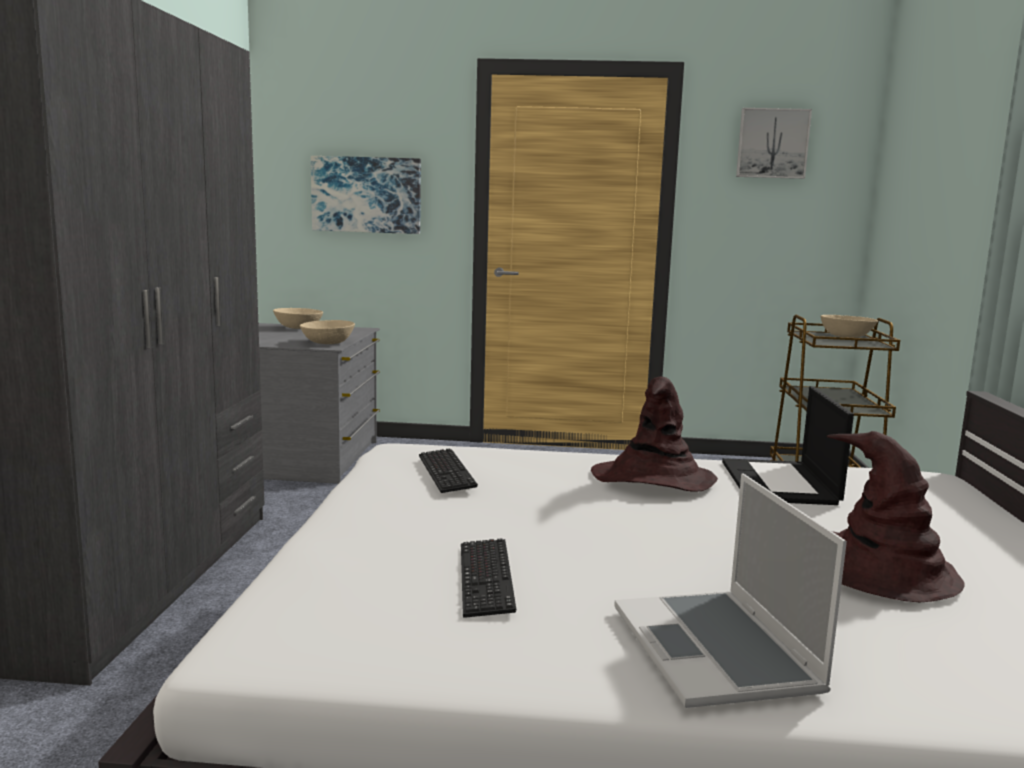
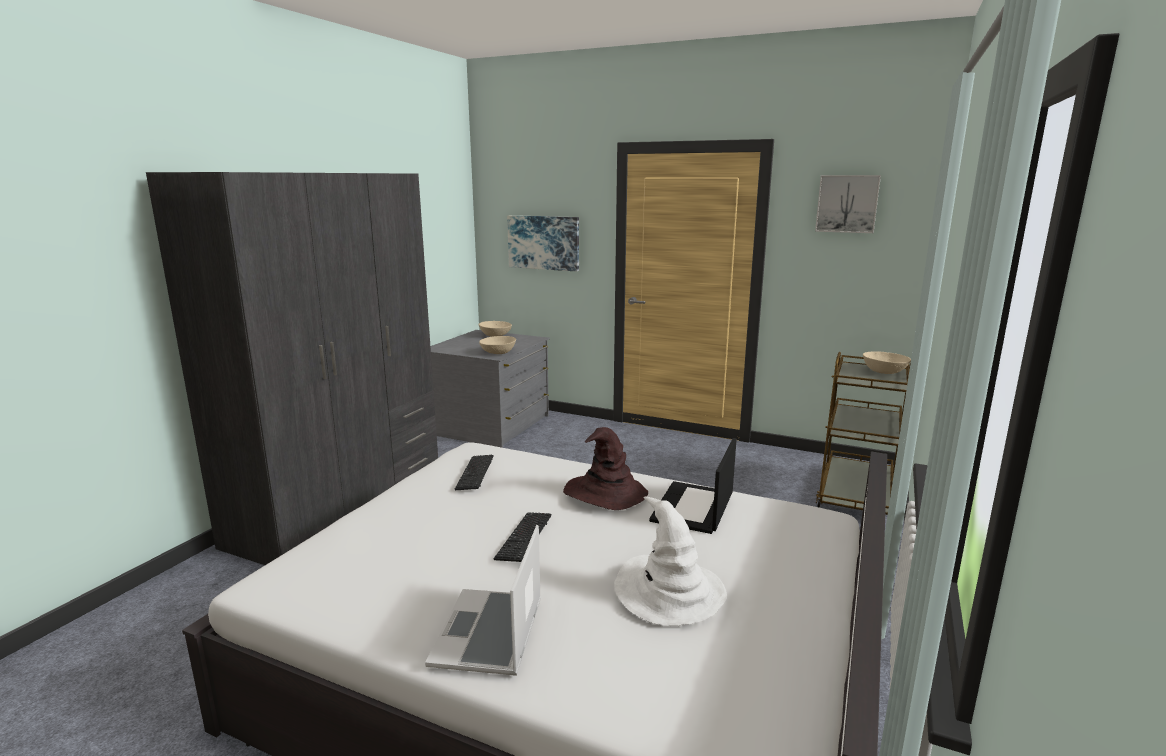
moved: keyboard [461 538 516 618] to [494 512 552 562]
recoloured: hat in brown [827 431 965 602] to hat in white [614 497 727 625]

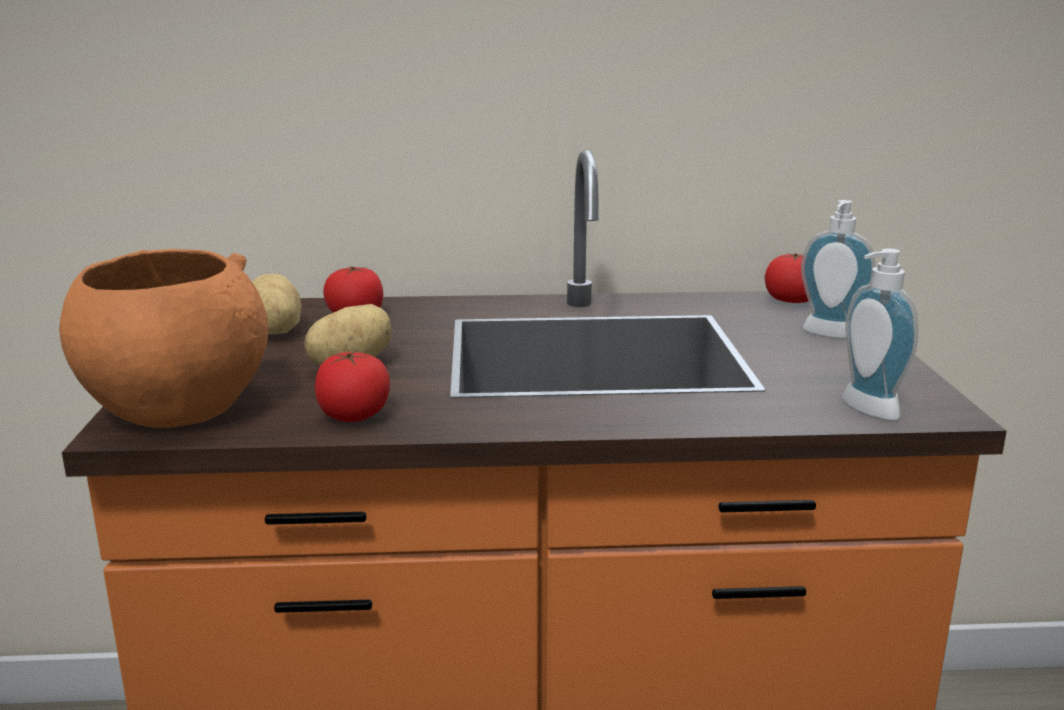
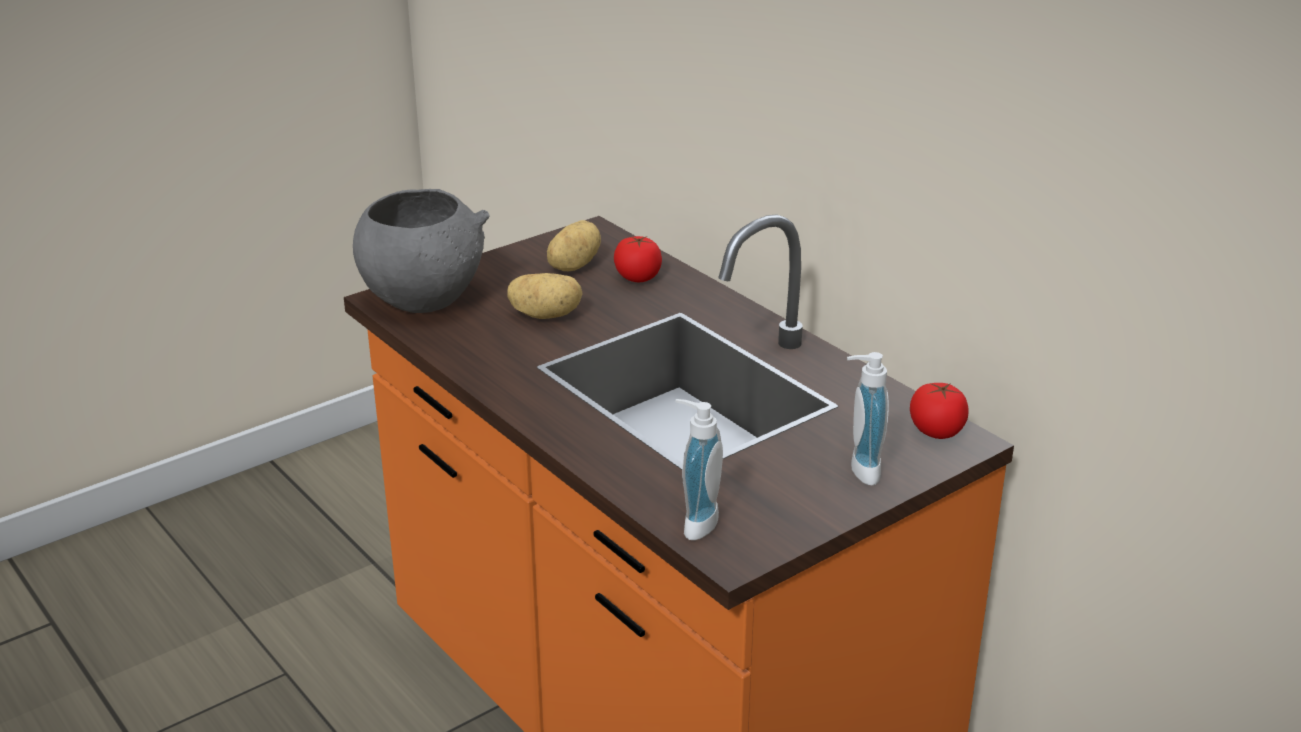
removed: tomato [315 350 390 422]
recoloured: bowl in orange [59 249 268 428] to bowl in grey [353 189 490 313]

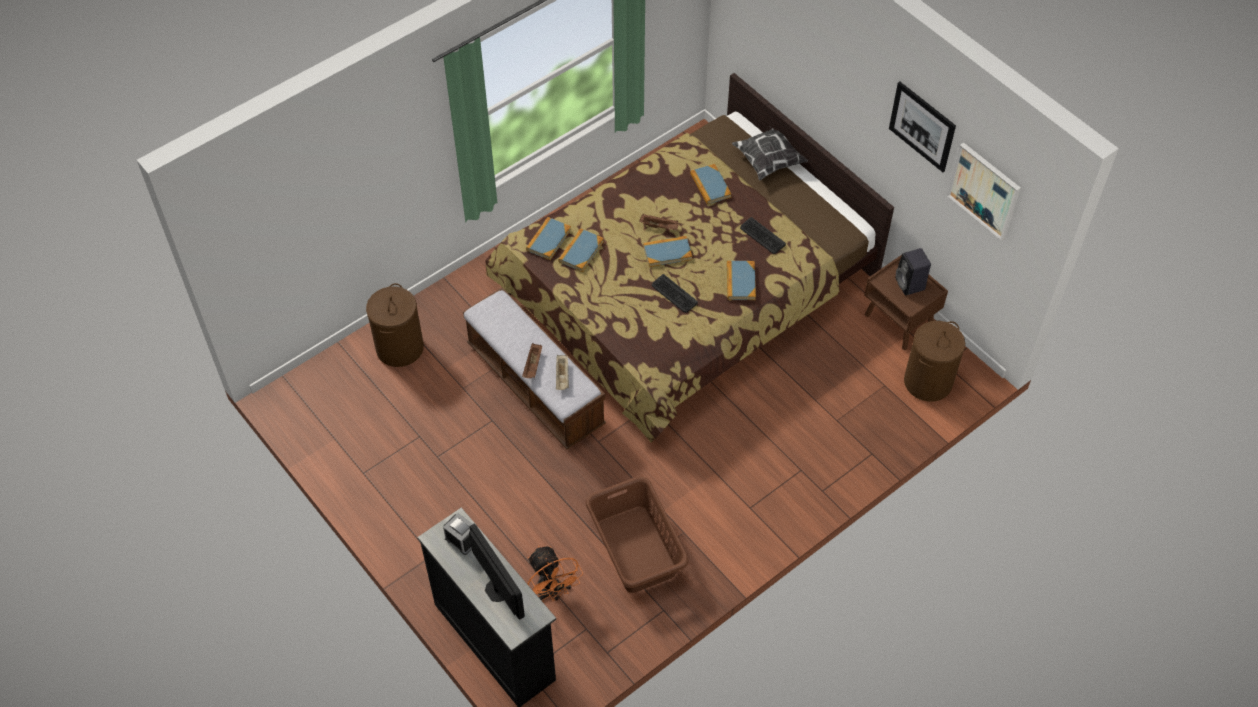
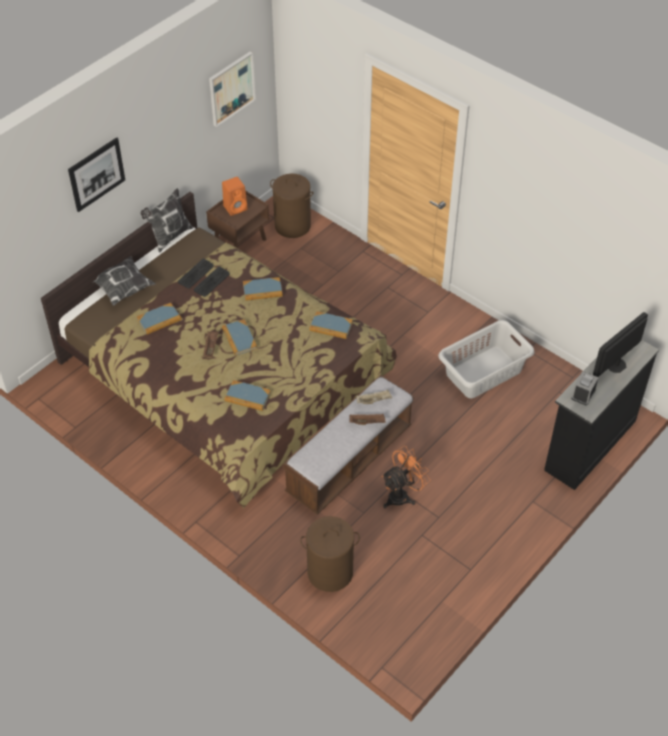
added: pillow [141 188 193 253]
moved: book [526 217 571 260] to [309 311 353 339]; fan in orange [528 546 583 602] to [382 446 431 508]; keyboard [652 274 698 313] to [178 258 214 289]; picture [889 81 956 172] to [68 137 125 212]
recoloured: laundry basket in brown [585 476 689 593] to laundry basket in grey [438 320 535 398]; speaker in black [895 248 931 295] to speaker in orange [222 177 248 216]

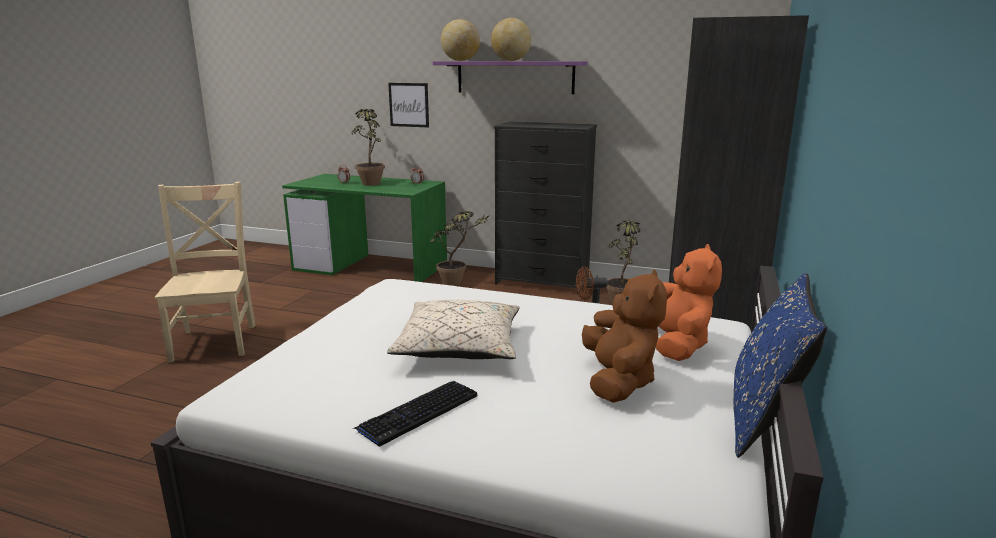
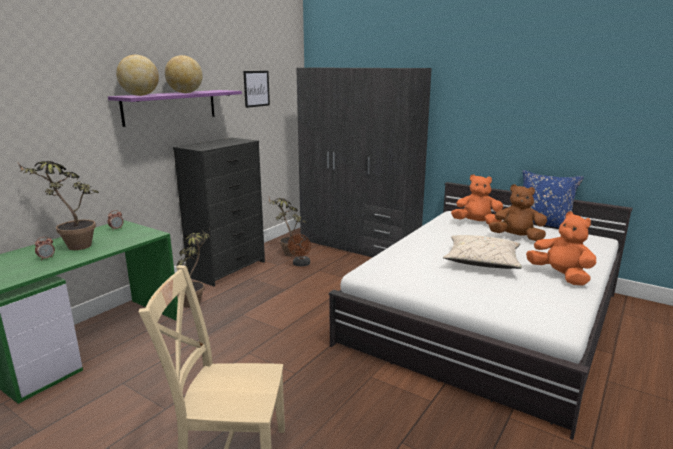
moved: picture [388 83 429 127] to [243 71 270 108]
replaced: keyboard [353 381 478 447] to plush toy in orange [526 212 596 286]

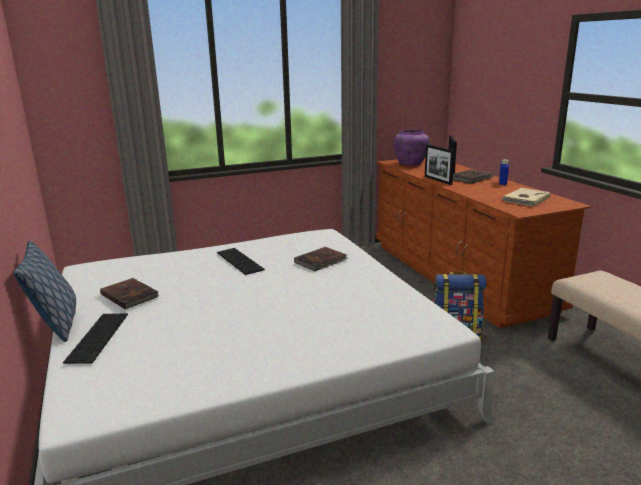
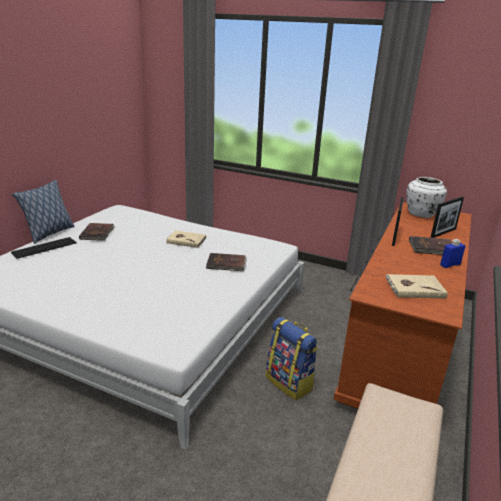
replaced: keyboard [217 248 265 275] to book in beige [166 230 207 248]
recoloured: vase in purple [394 129 429 166] to vase in white [406 177 447 218]

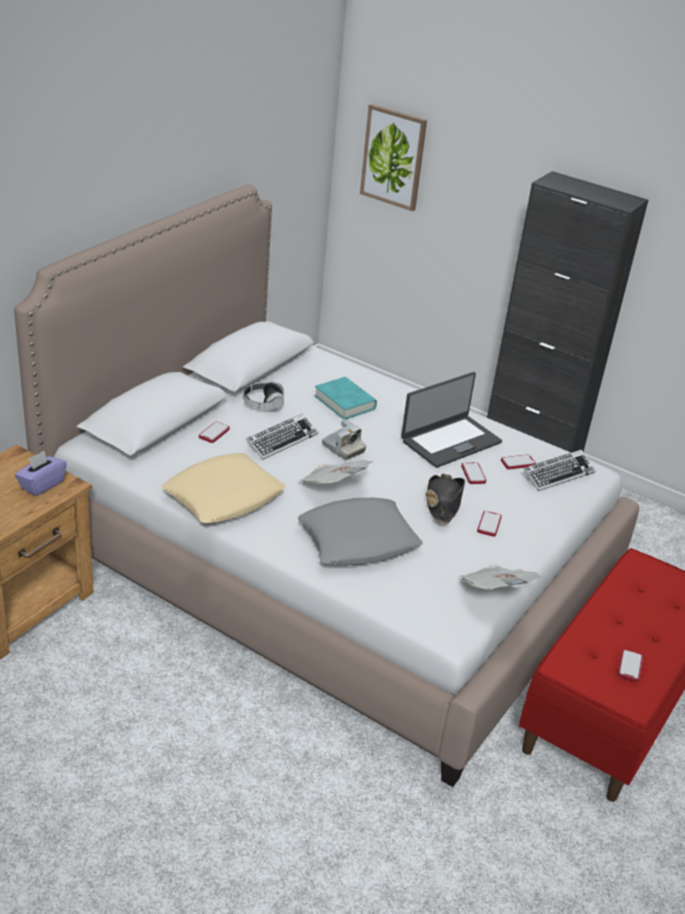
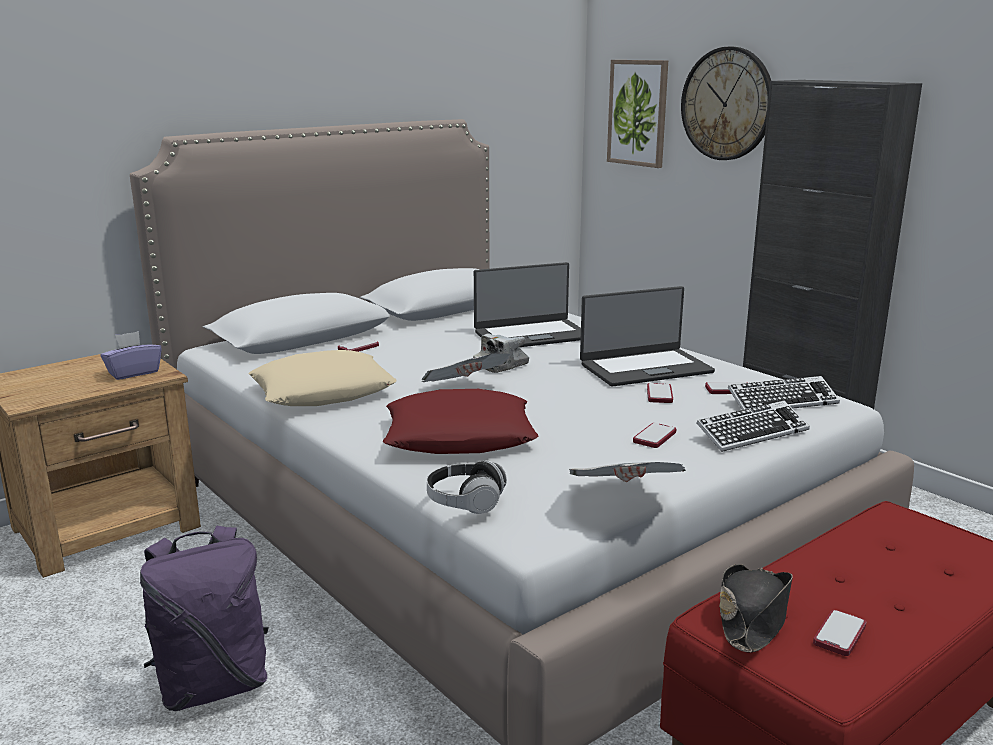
added: backpack in purple [140 526 269 711]; wall clock [681 47 771 160]
moved: headphones [243 382 284 411] to [427 460 507 514]; keyboard [246 413 319 460] to [697 400 810 452]; hat in black [426 473 465 524] to [719 564 793 653]
replaced: book in turquoise [314 377 377 420] to laptop [474 262 581 347]
recoloured: pillow in grey [298 498 423 565] to pillow in red [383 389 539 454]
turned: photo camera [322 419 366 460] = [473 334 529 373] 75 degrees clockwise

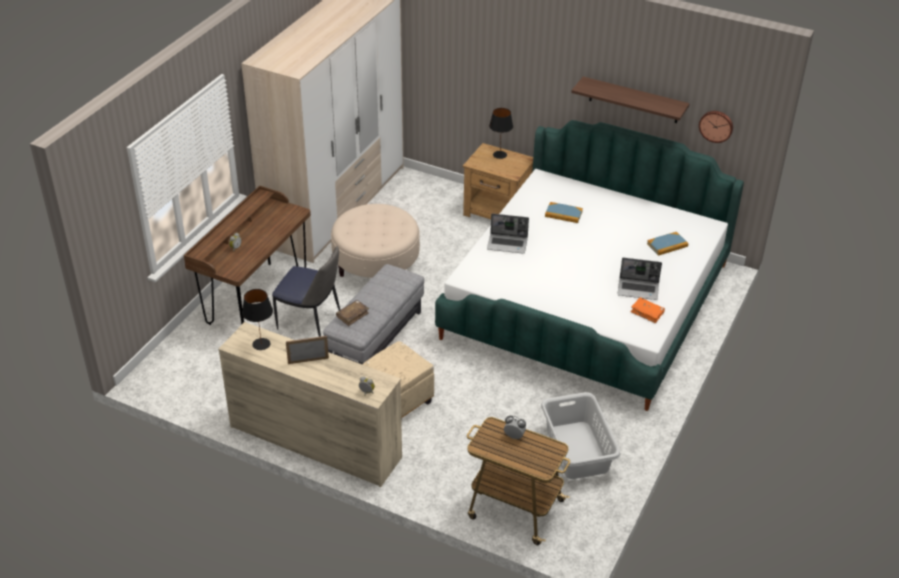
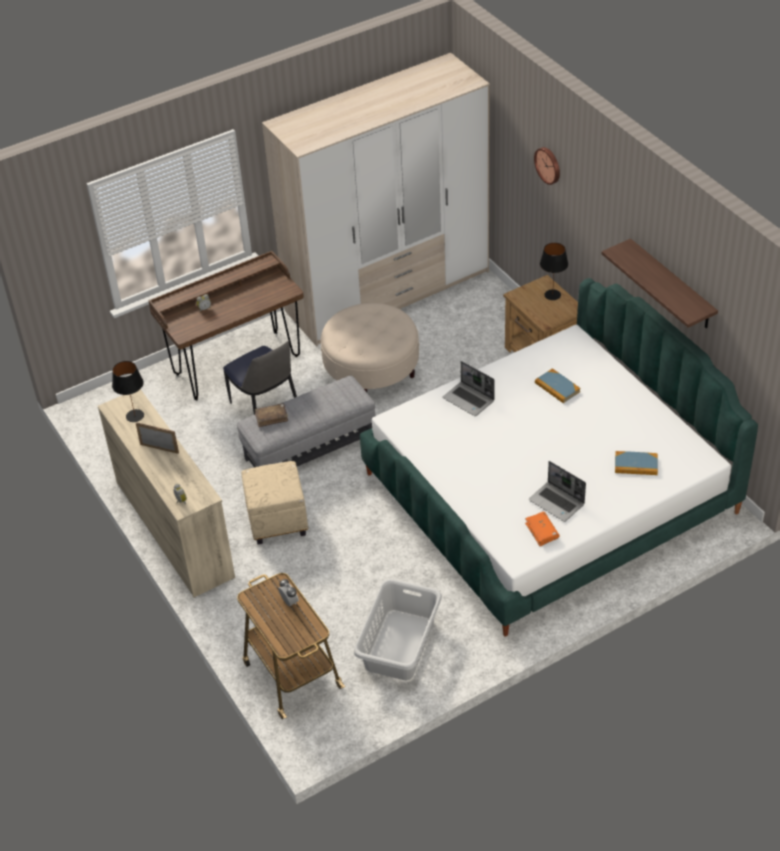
moved: wall clock [699 111 733 143] to [534 147 560 185]

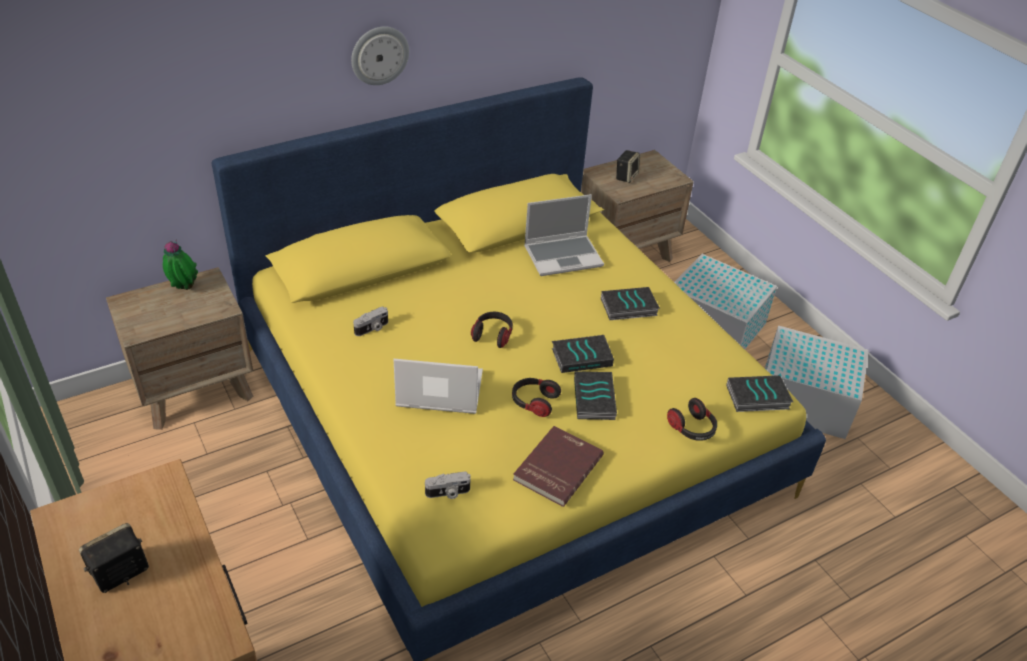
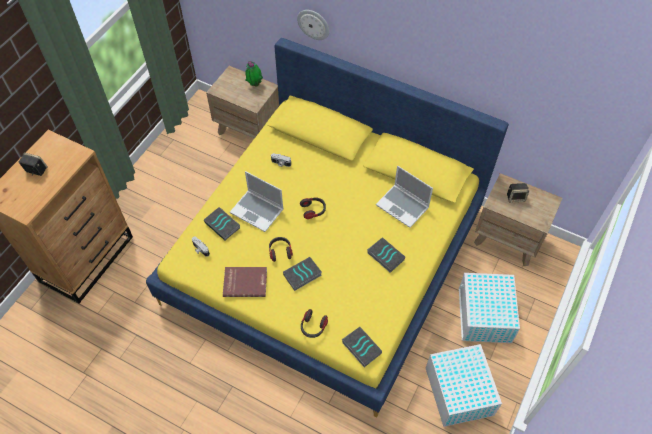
moved: wall clock [351 26 409 85] to [297 10 330 40]; book [552 335 614 373] to [204 207 240 241]
turned: laptop [393 359 483 414] = [230 171 283 232] 150 degrees clockwise

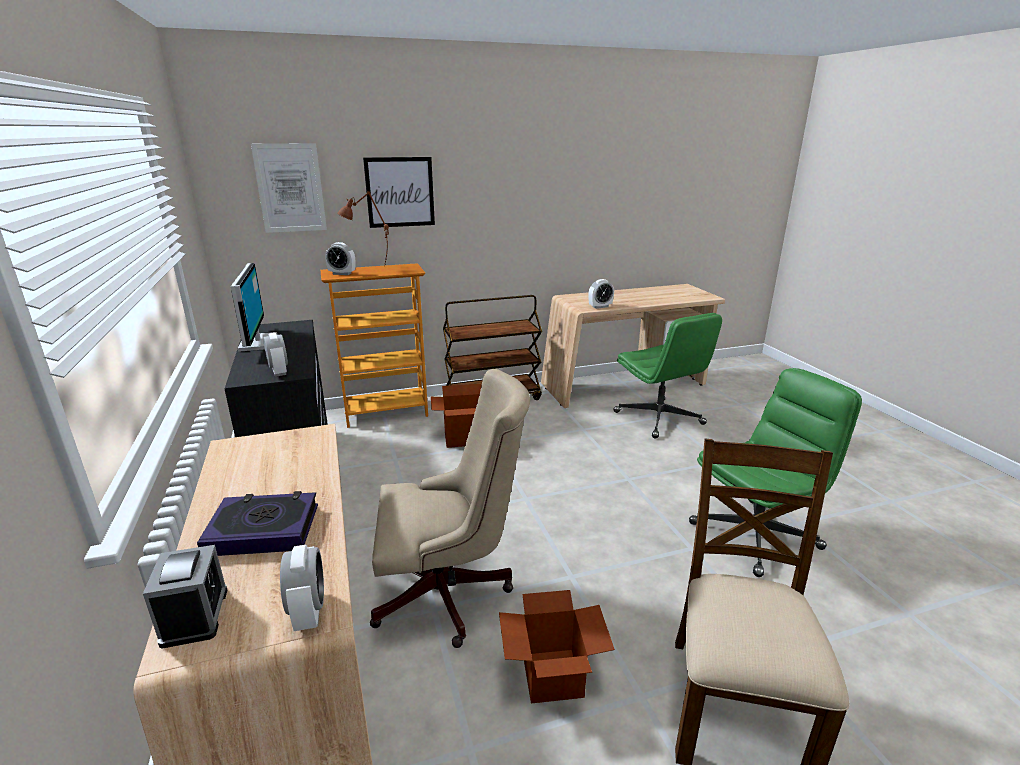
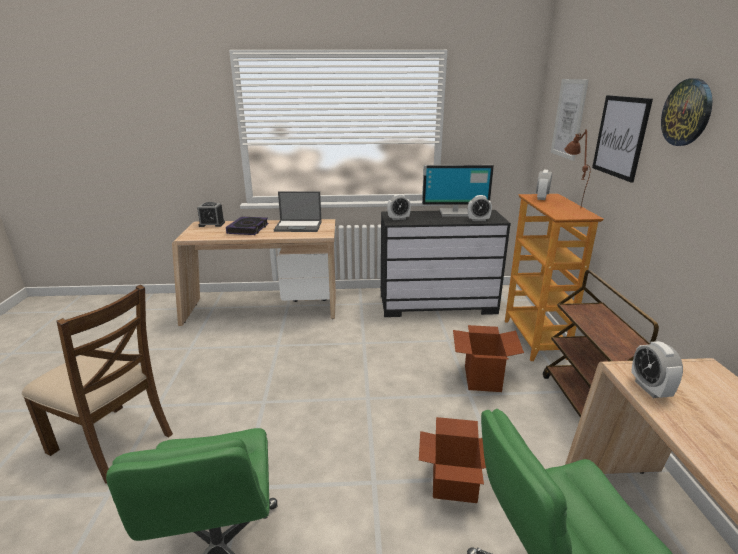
removed: office chair in beige [370 369 530 648]
added: laptop [274 191 322 232]; wall clock [661 79 712 146]
moved: alarm clock [280 545 324 631] to [468 195 492 221]; cardboard box [499 590 615 704] to [419 417 486 503]

